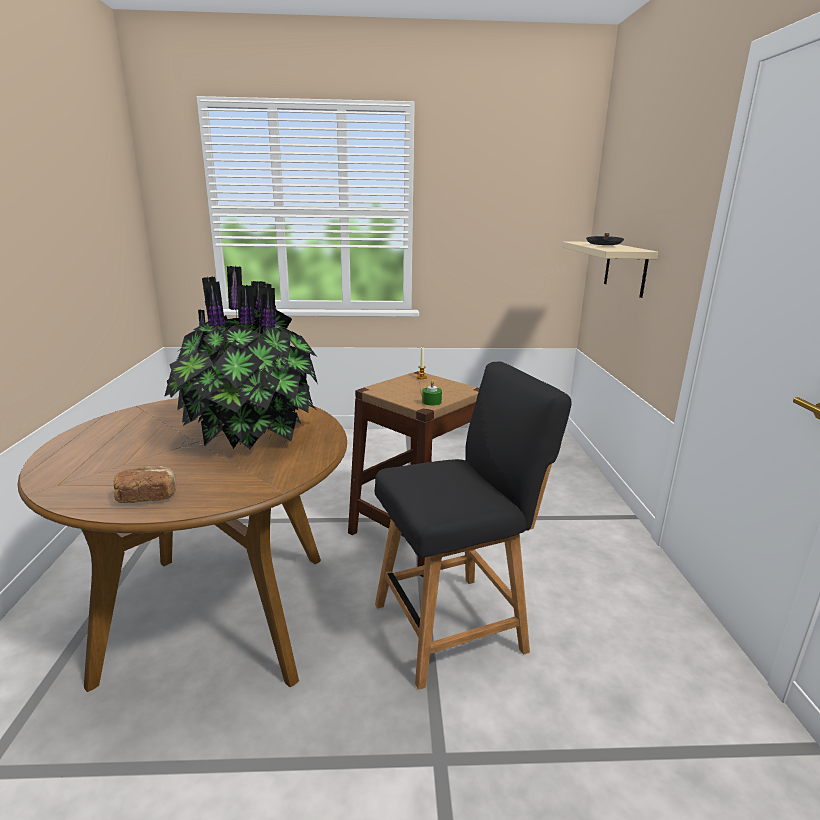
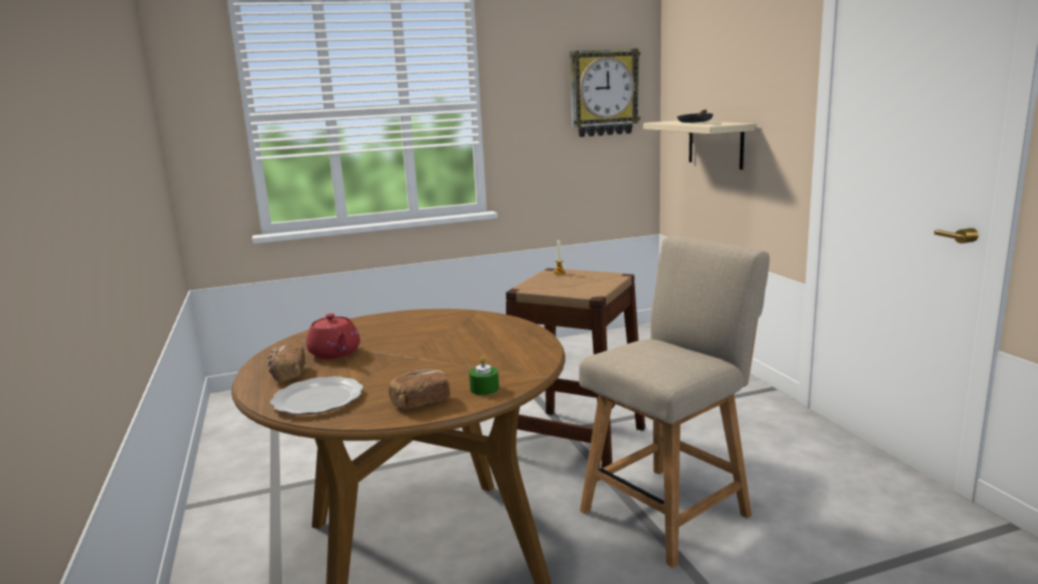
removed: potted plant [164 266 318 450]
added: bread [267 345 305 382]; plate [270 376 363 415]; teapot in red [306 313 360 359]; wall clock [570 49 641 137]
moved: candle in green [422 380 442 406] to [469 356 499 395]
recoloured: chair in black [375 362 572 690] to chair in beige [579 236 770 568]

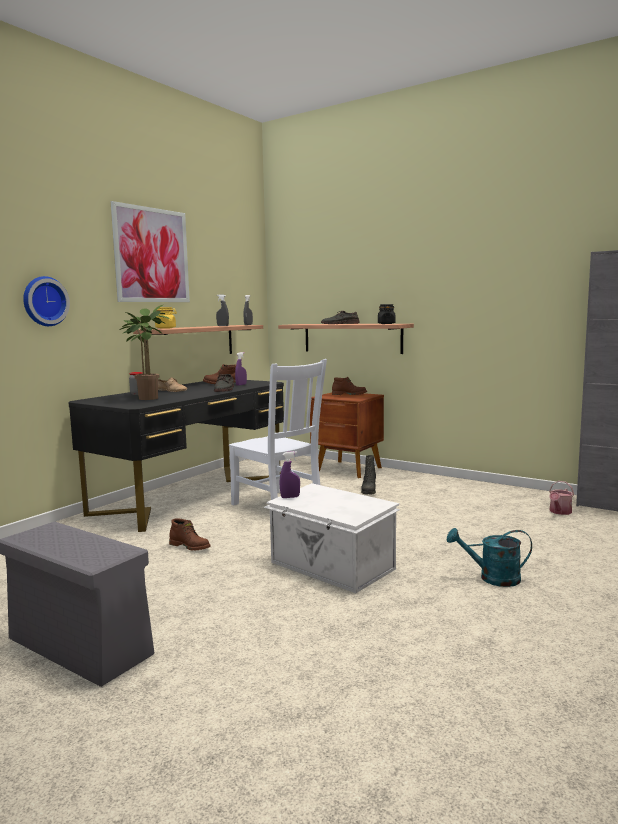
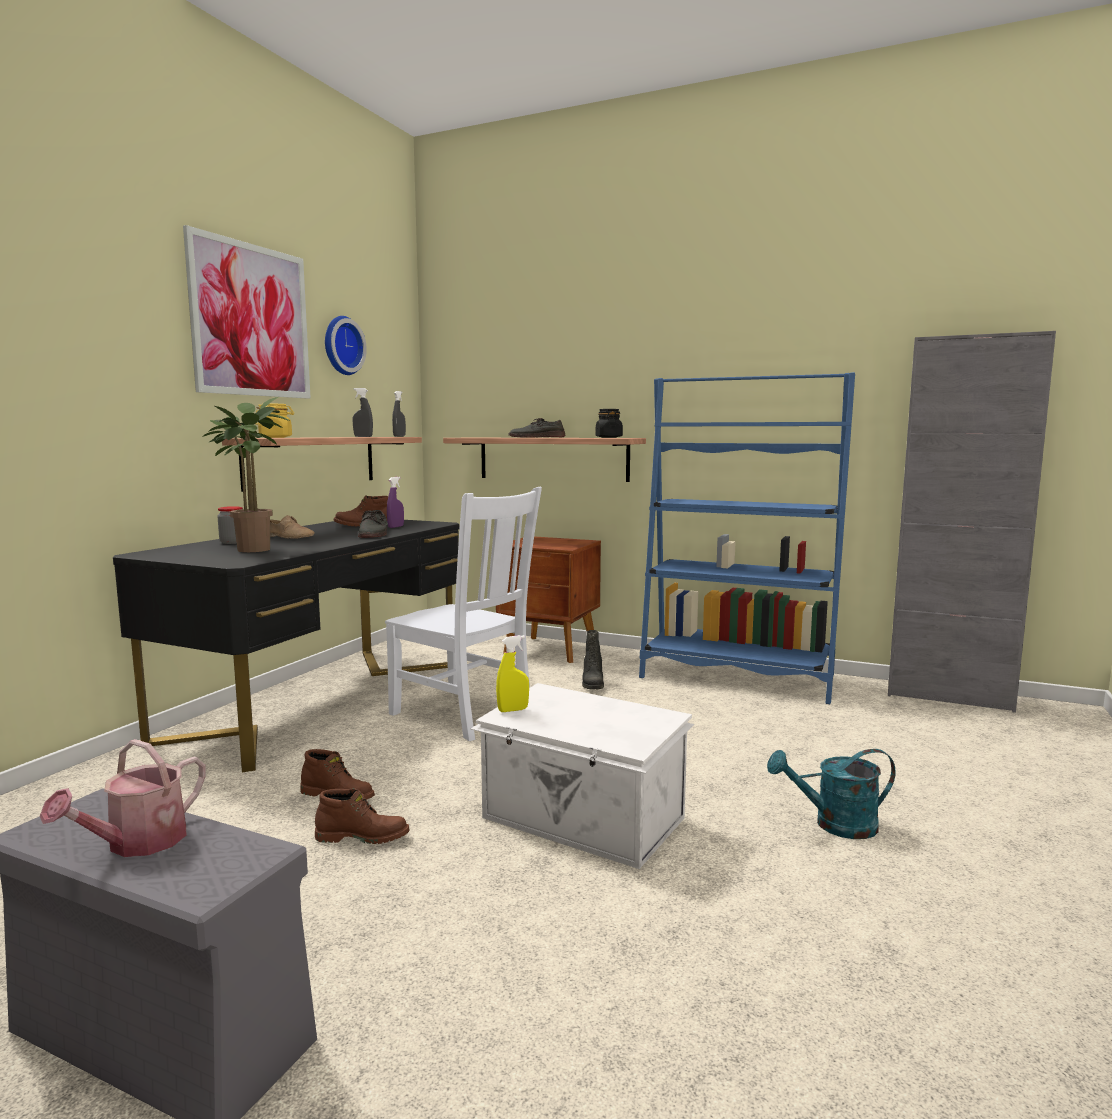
added: bookcase in blue [639 372 855 704]
moved: wall clock [23 276 70 326] to [325 316 367 375]; boot in brown [332 377 367 395] to [315 788 410 844]; watering can [549 481 574 515] to [40 739 206 857]
recoloured: spray bottle in purple [279 451 300 498] to spray bottle in yellow [496 635 529 712]

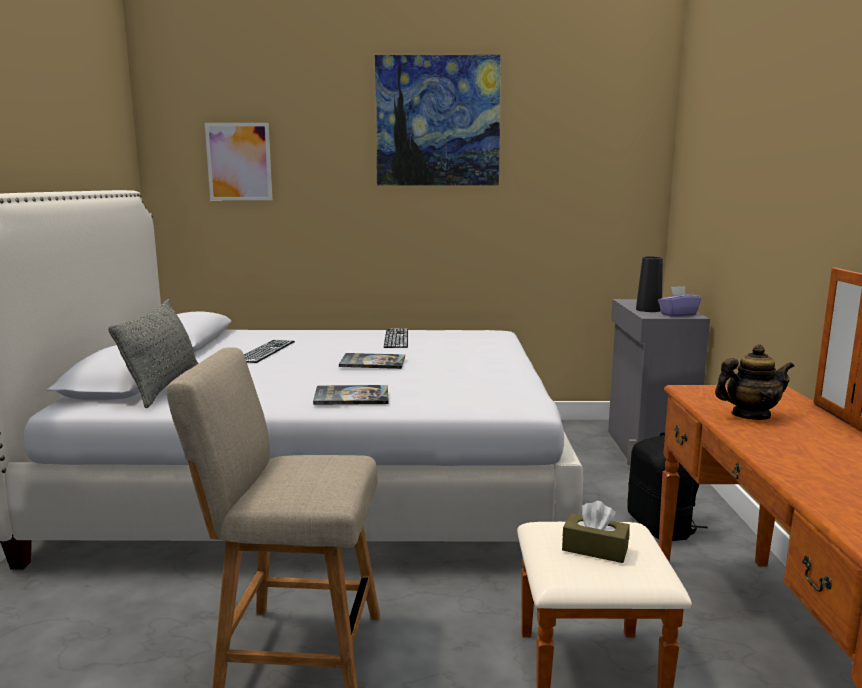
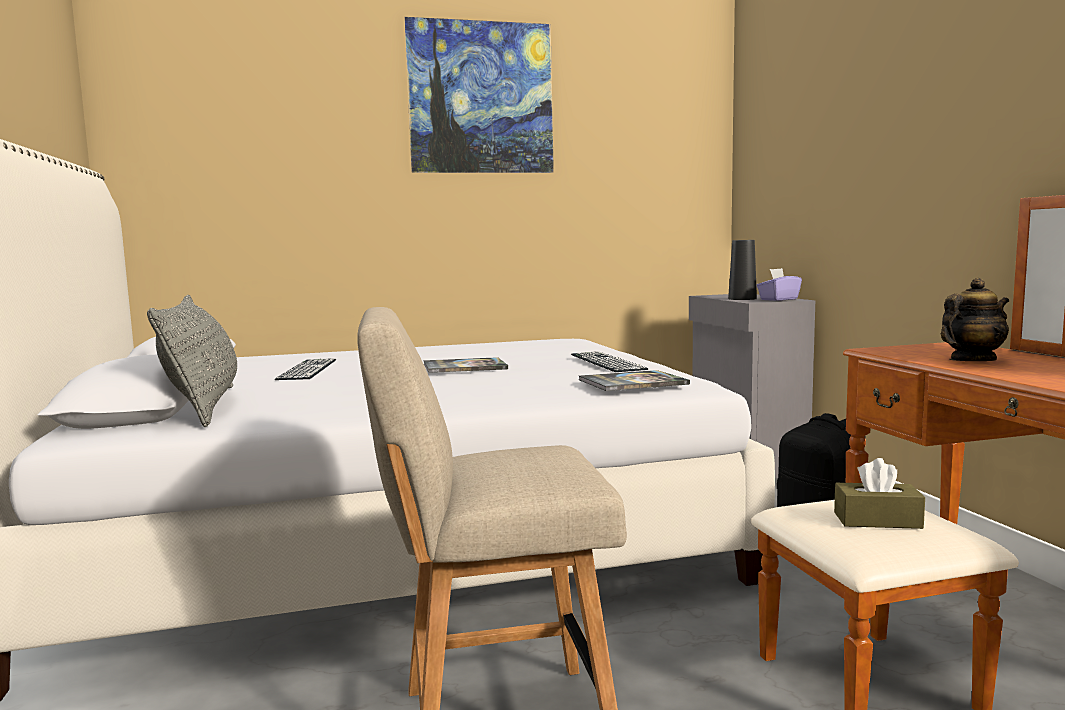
removed: picture [205 123 272 200]
moved: book [313 385 389 405] to [579 370 690 391]; keyboard [384 328 408 348] to [571 351 648 372]

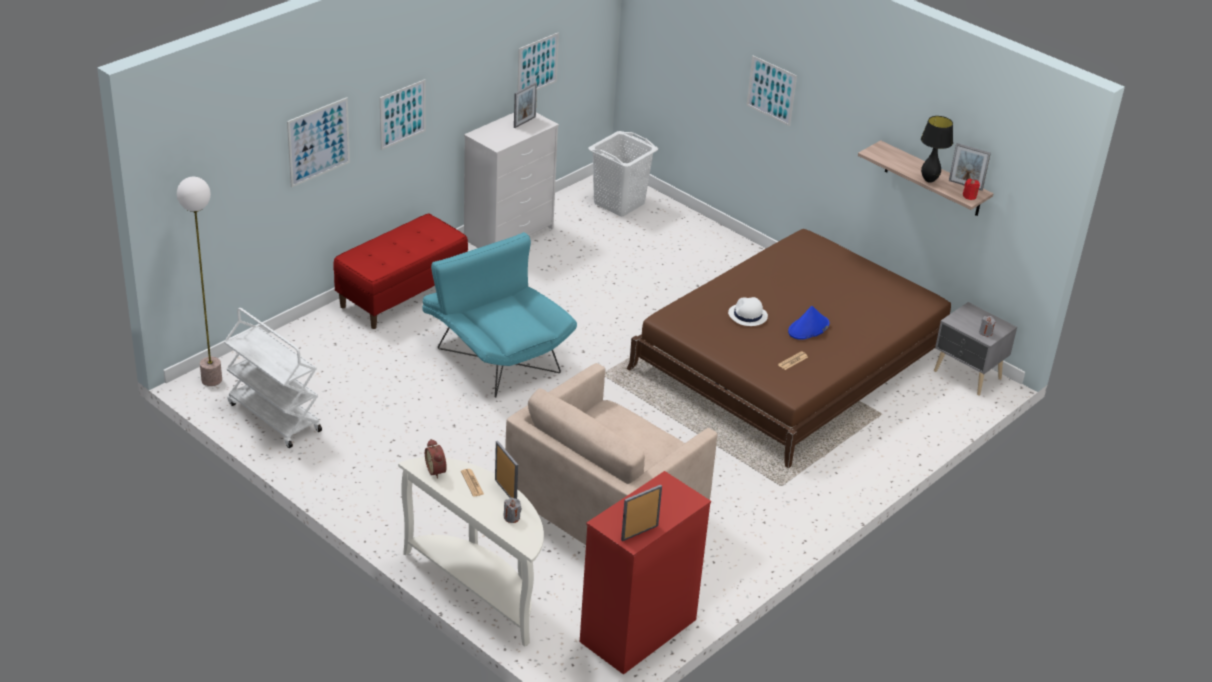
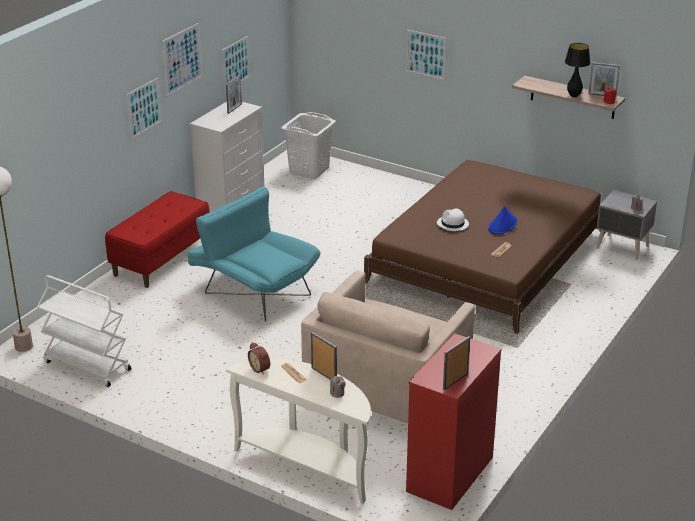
moved: picture [287 97 350 187] to [162 23 203 96]

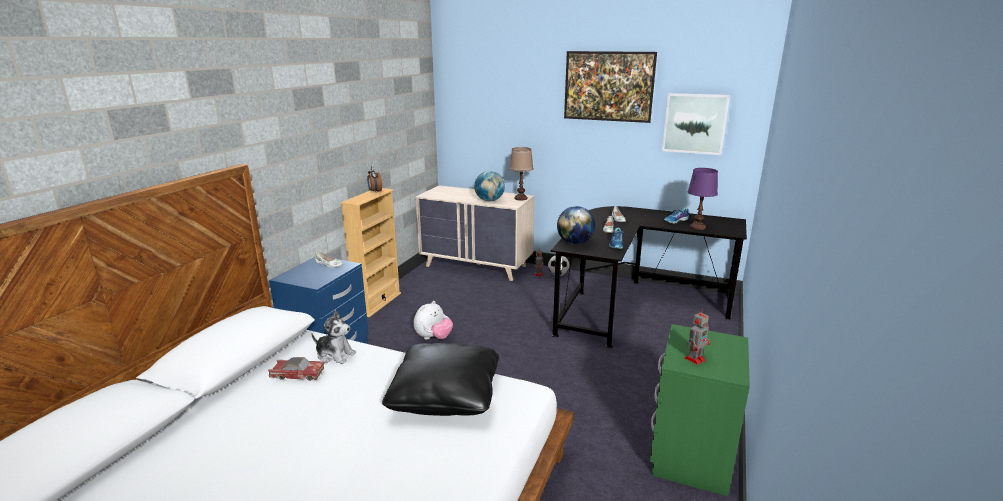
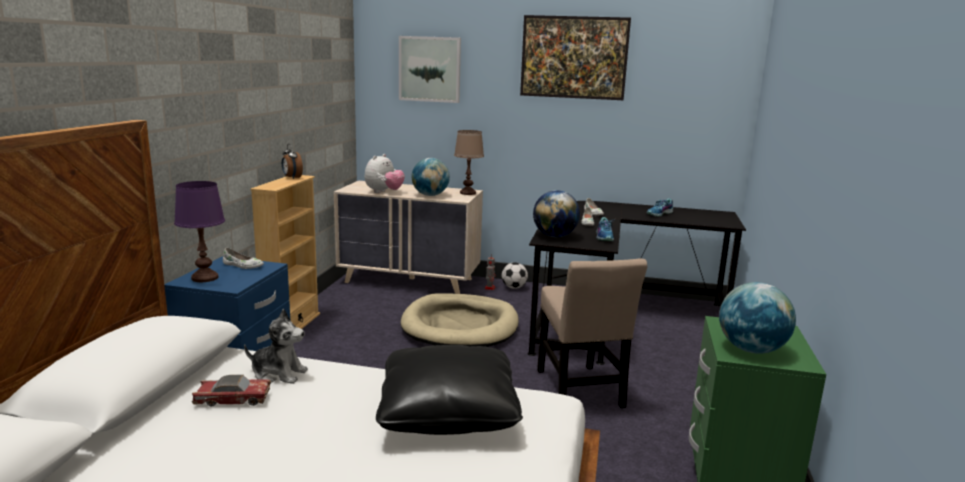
added: dog bed in beige [401 293 519 347]; chair in beige [537 258 647 408]
moved: plush toy [413 301 453 340] to [365 154 405 193]; picture [662 93 730 155] to [399 36 461 103]; table lamp in purple [688 168 718 230] to [174 181 225 282]
replaced: toy robot [685 310 710 365] to globe [719 282 796 354]

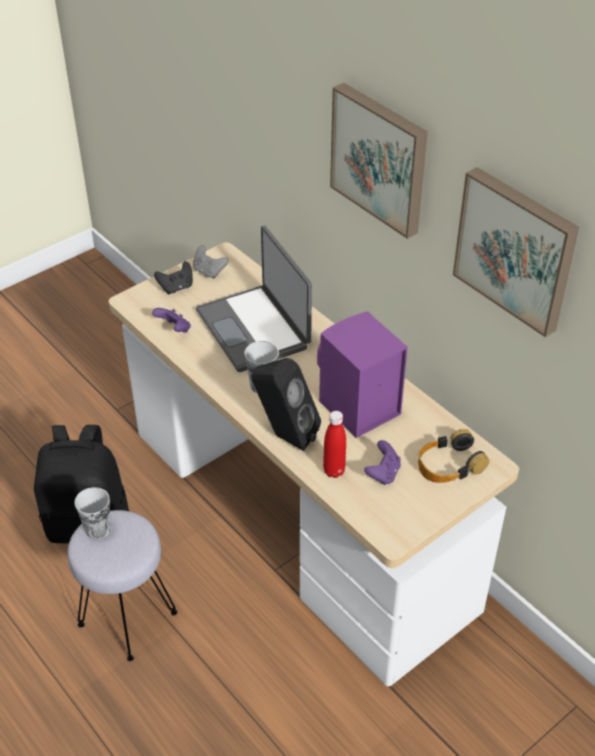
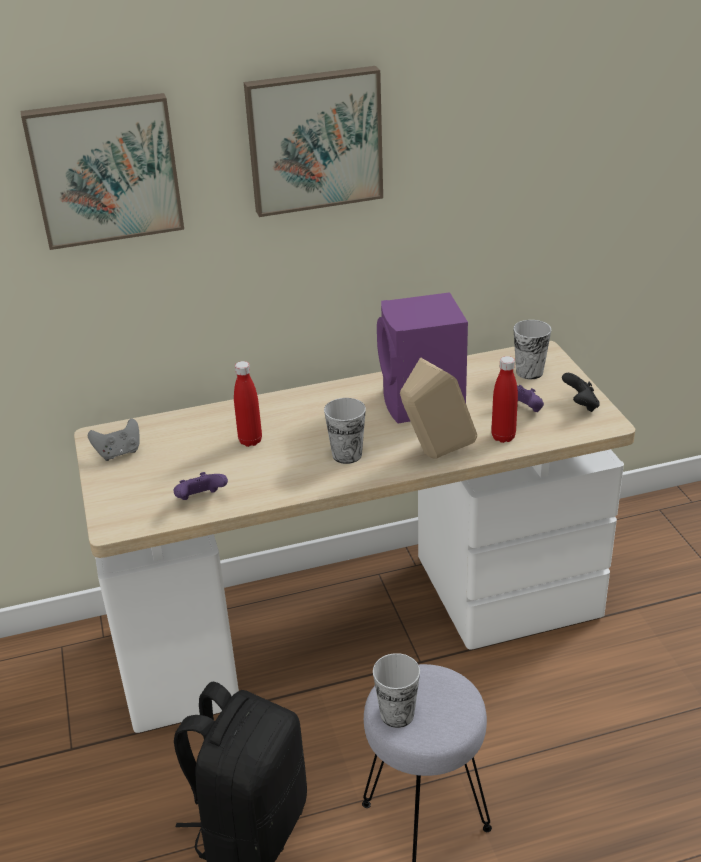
moved: game controller in black [154 261 193 294] to [562 373 600 412]; picture [453 167 579 337] to [21 93 184 250]
replaced: laptop [196 226 312 372] to bottle in red [234 361 262 447]; headphones [418 429 489 483] to cup [514 320 551 379]
recoloured: speaker in black [252 358 321 451] to speaker in beige [400 357 477 459]

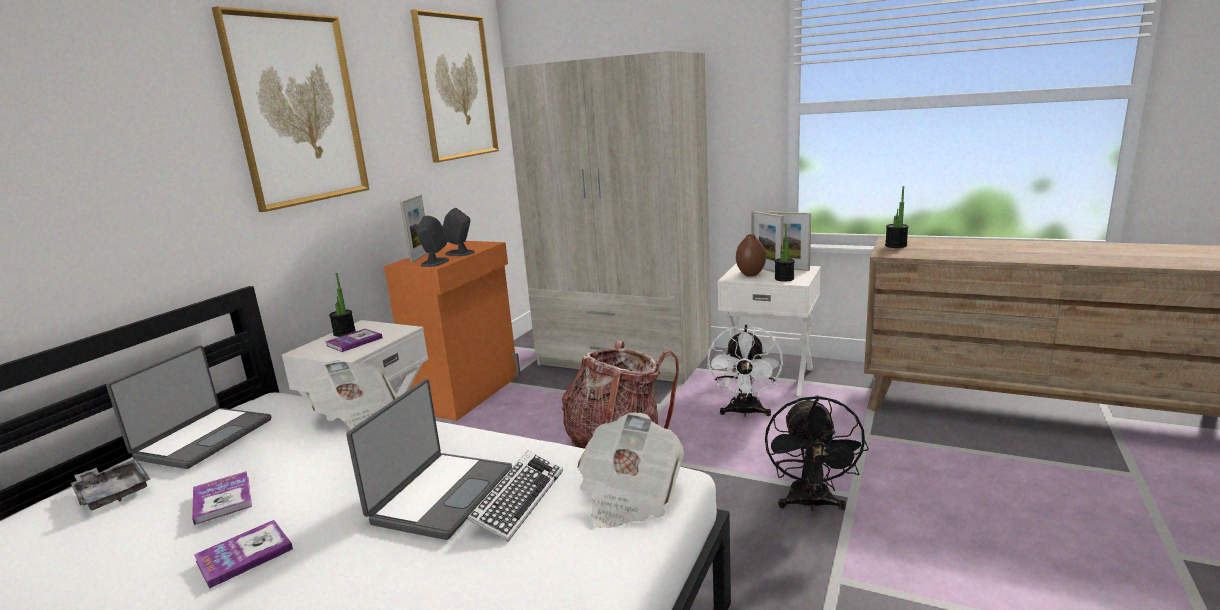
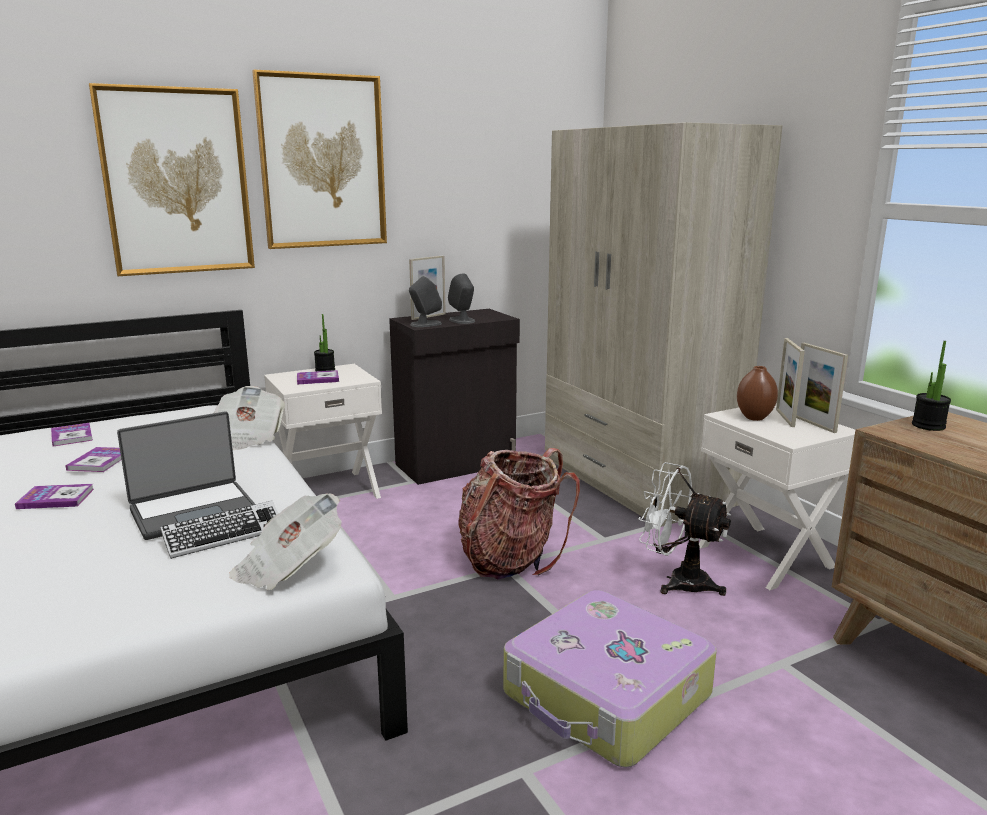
removed: laptop [106 345 271 469]; potted plant [775 224 795 282]
moved: picture [411 9 499 163] to [89 83 255 276]
replaced: tray in grey [71 459 150 511] to book [51 423 93 447]; fan in black [765 395 869 512] to suitcase [504 590 717 768]
recoloured: cabinet in orange [384 241 521 421] to cabinet in black [389 309 520 485]
turned: fan in white [707 325 783 417] = [638 462 731 596] 75 degrees clockwise

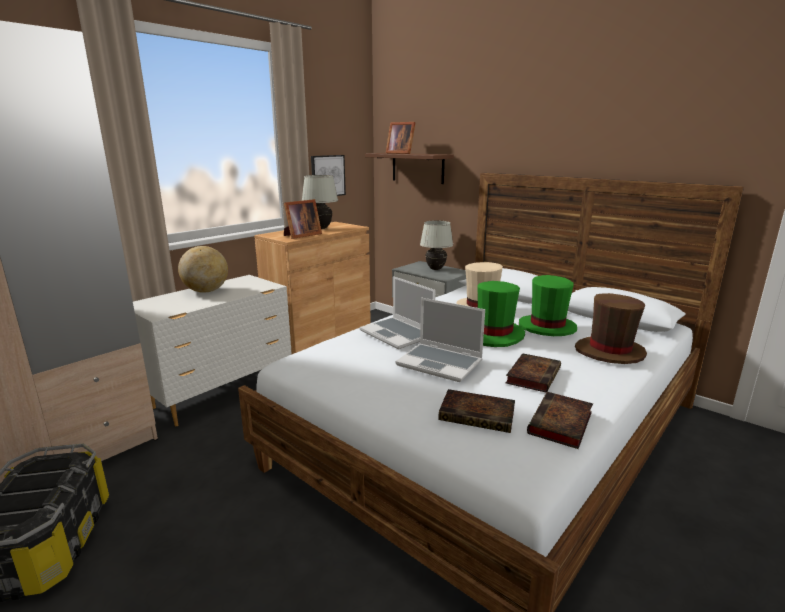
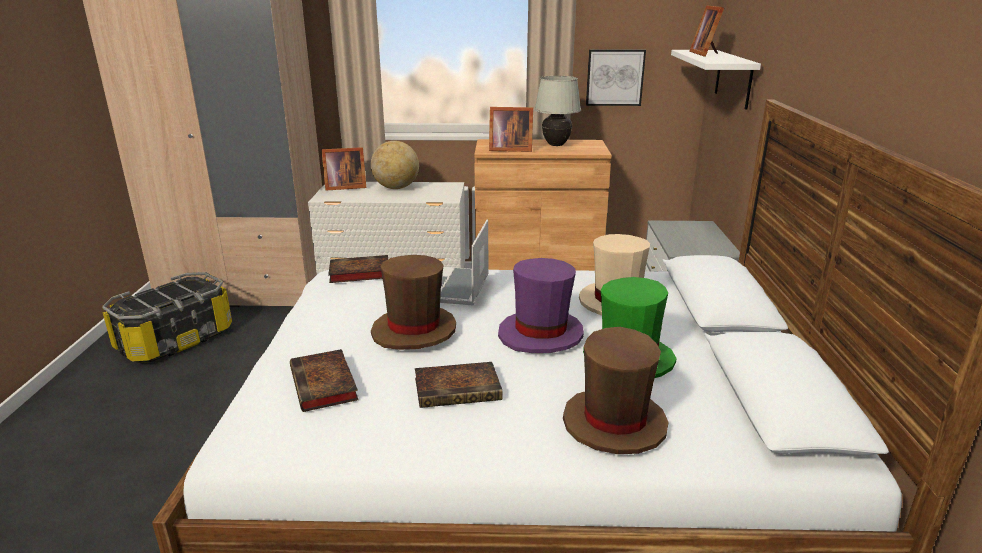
removed: table lamp in white [420 220 453 270]
added: picture frame [321 147 366 190]
moved: book [527 392 593 449] to [328 255 388 283]
replaced: laptop [396 297 485 382] to hat in brown [371 255 456 350]
recoloured: shelf in brown [365 153 454 184] to shelf in white [671 50 761 110]; hat in green [477 281 525 347] to hat in purple [498 258 584 353]

